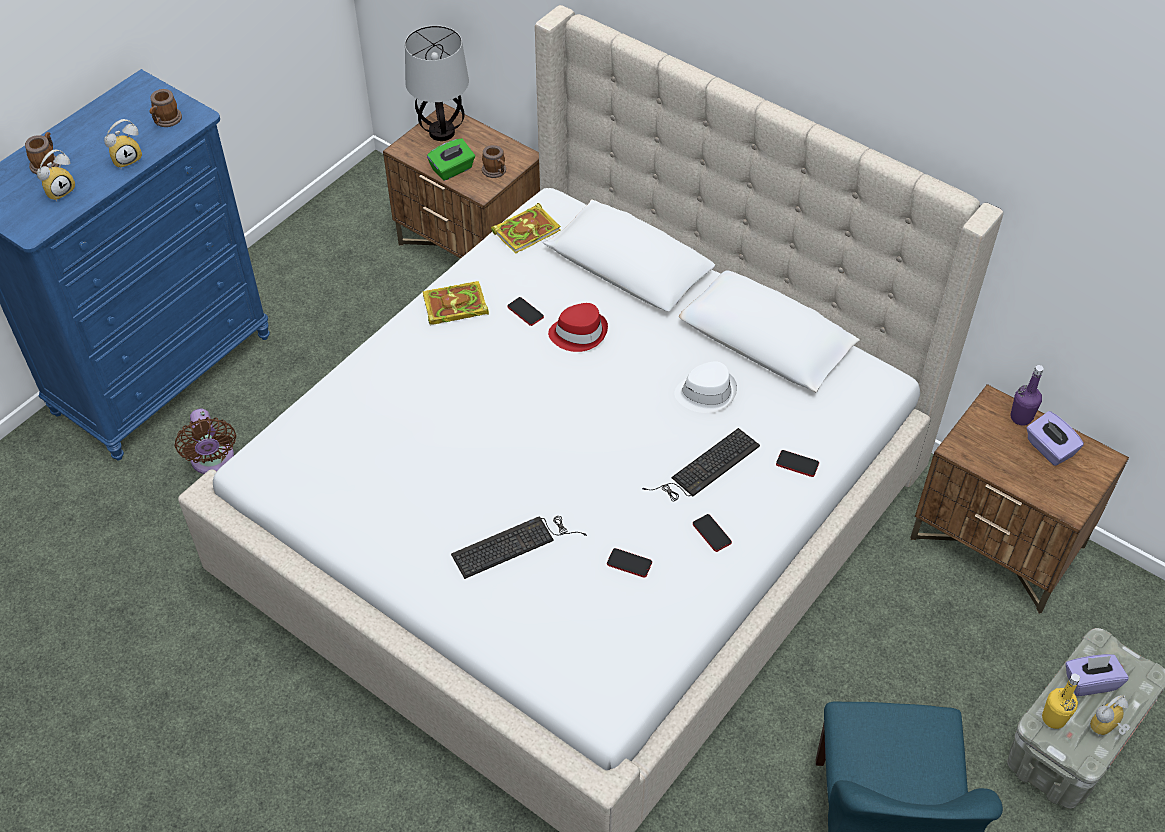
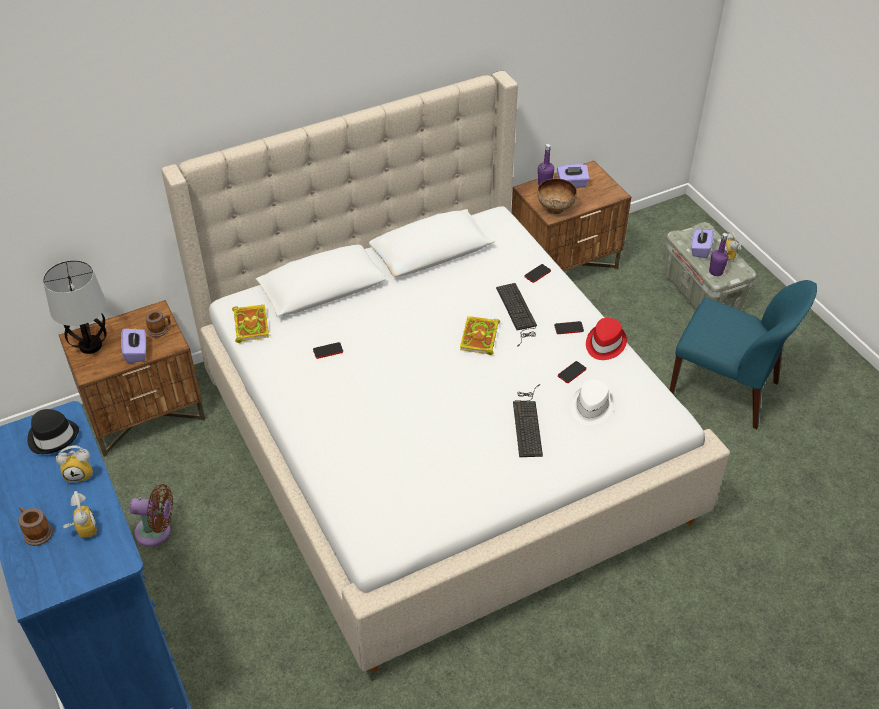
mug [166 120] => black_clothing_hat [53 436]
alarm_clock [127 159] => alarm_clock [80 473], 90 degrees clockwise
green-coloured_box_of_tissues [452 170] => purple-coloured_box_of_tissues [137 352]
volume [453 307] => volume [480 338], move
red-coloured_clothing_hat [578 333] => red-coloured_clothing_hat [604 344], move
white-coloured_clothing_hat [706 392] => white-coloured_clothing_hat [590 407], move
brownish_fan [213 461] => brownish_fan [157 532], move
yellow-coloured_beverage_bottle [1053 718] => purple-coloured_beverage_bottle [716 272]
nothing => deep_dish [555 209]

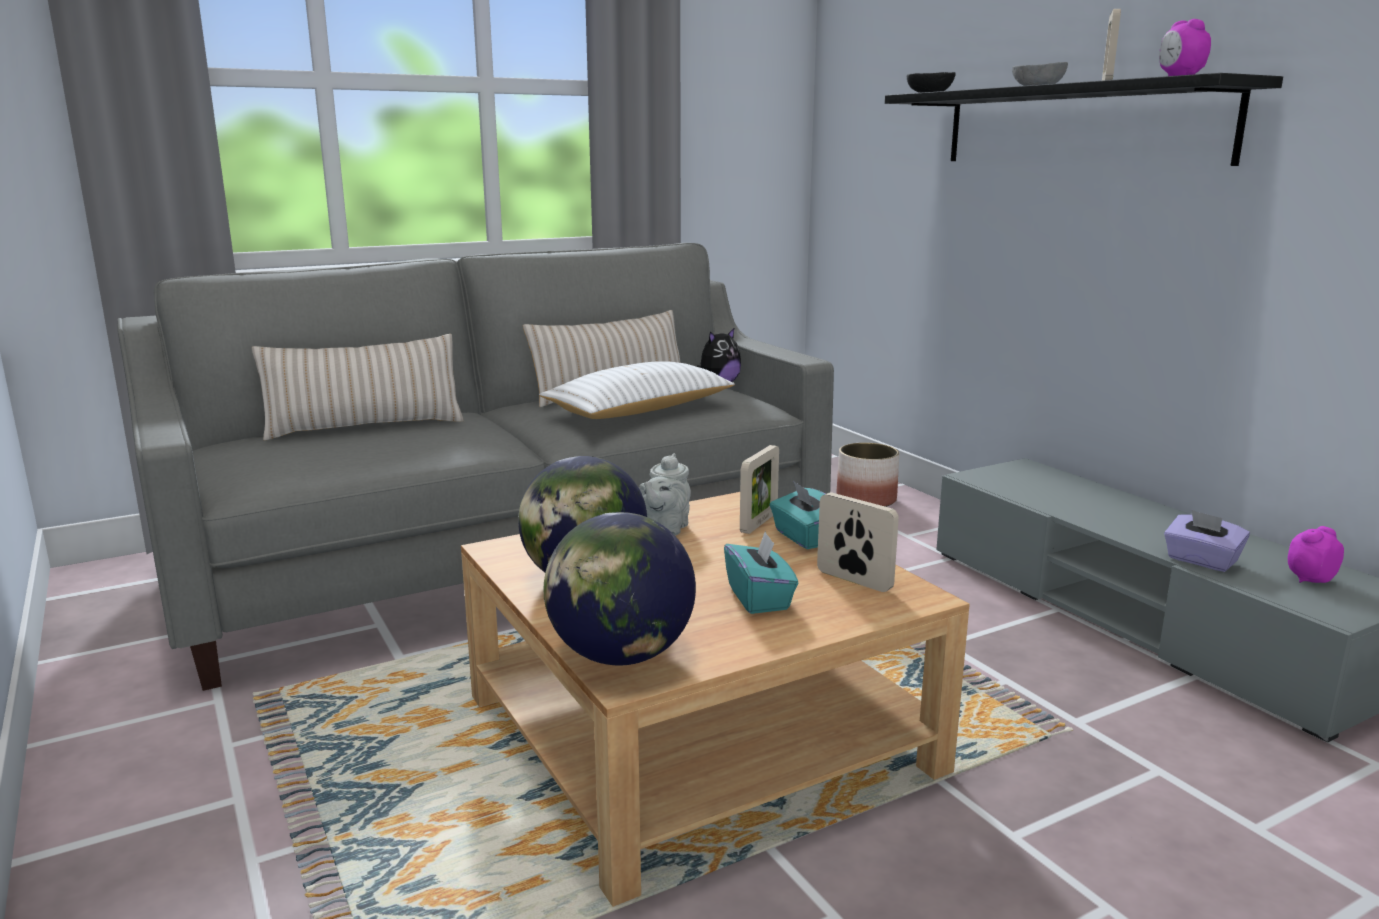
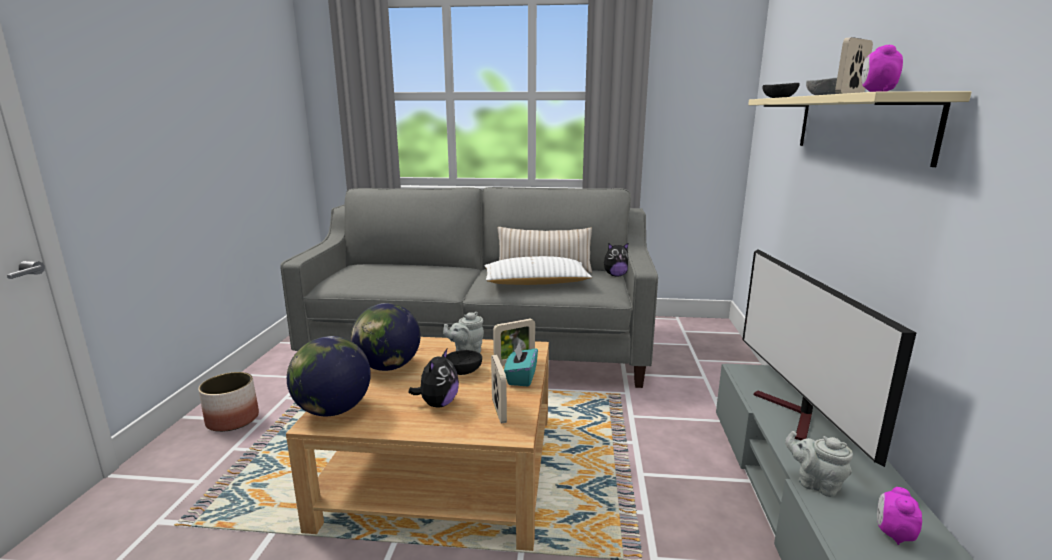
black_bracket_shelf [1078 126] => beige-coloured_bracket_shelf [858 125]
beige-coloured_pillow [365 427] => nothing
flower_pot [865 500] => flower_pot [233 419], move
purple-coloured_box_of_tissues [1201 561] => gray_teapot [815 484]
alarm_clock [1309 579] => alarm_clock [893 534], 75 degrees counterclockwise
turquoise_box_of_tissues [759 598] => soft_toy [438 404]
nothing => TV [794 416]
nothing => black_deep_dish [462 371]

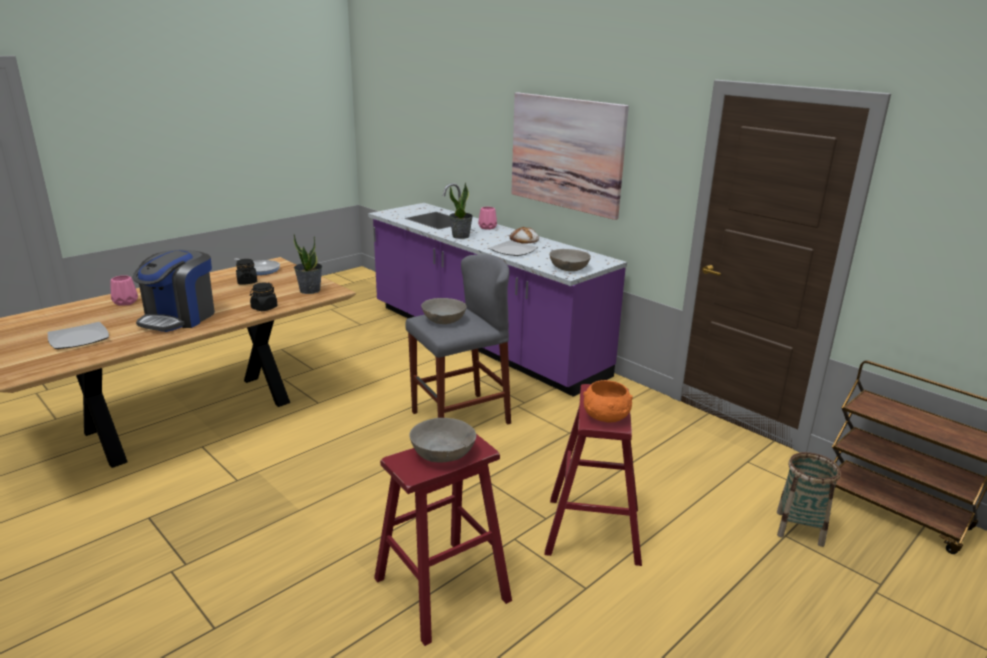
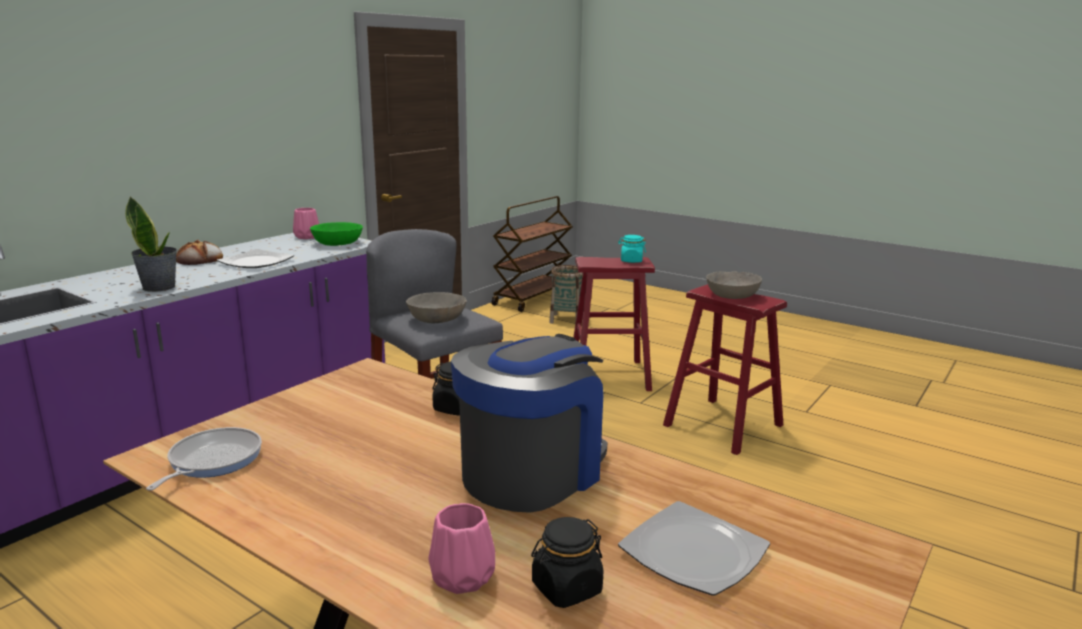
picture [566 153] => nothing
pink_flower_vase [488 227] => pink_flower_vase [307 237], move
houseplant [310 290] => nothing
gray_deep_dish [569 268] => green-coloured_deep_dish [337 243]
coffee_maker [179 318] => coffee_maker [532 472], 60 degrees counterclockwise
black_preserve_jar [247 282] => black_preserve_jar [566 588], move
orange-coloured_deep_dish [606 417] => turquoise_preserve_jar [631 261]

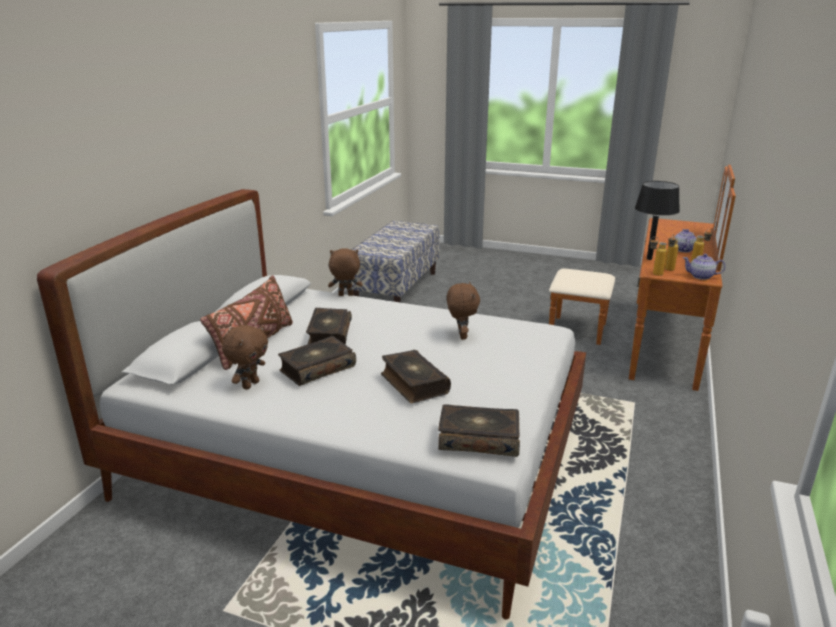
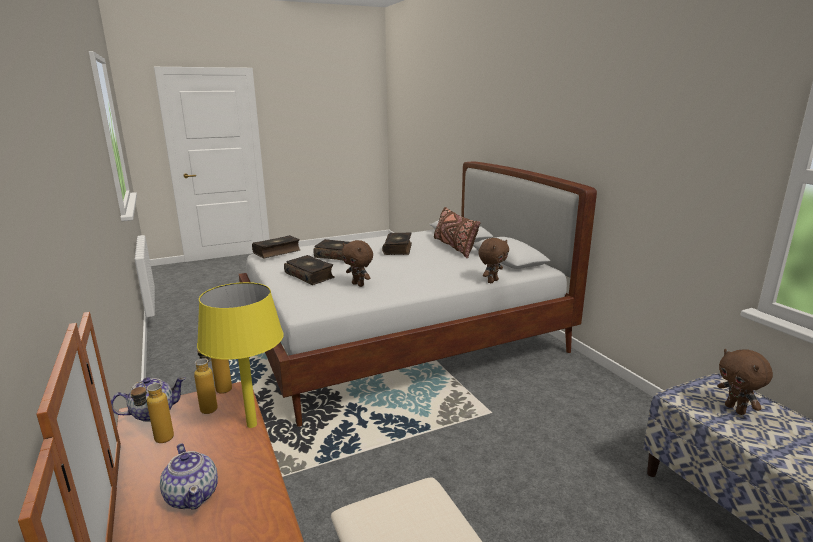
black_tabletop_lamp [649 259] => yellow-coloured_tabletop_lamp [251 424]
volume [328 335] => volume [310 276], move
brownish_soft_toy [250 384] => brownish_soft_toy [736 409], move

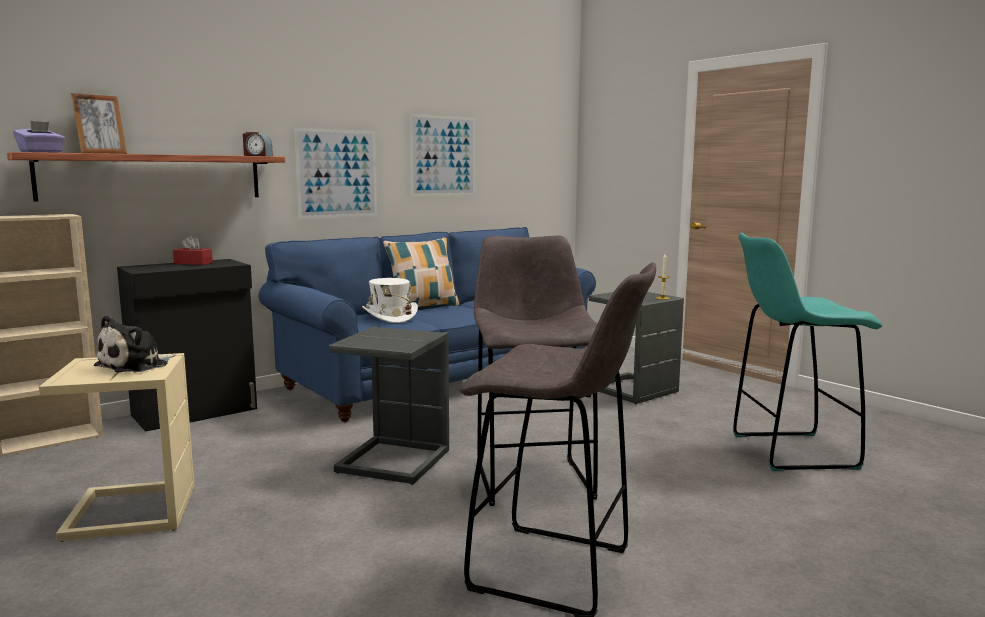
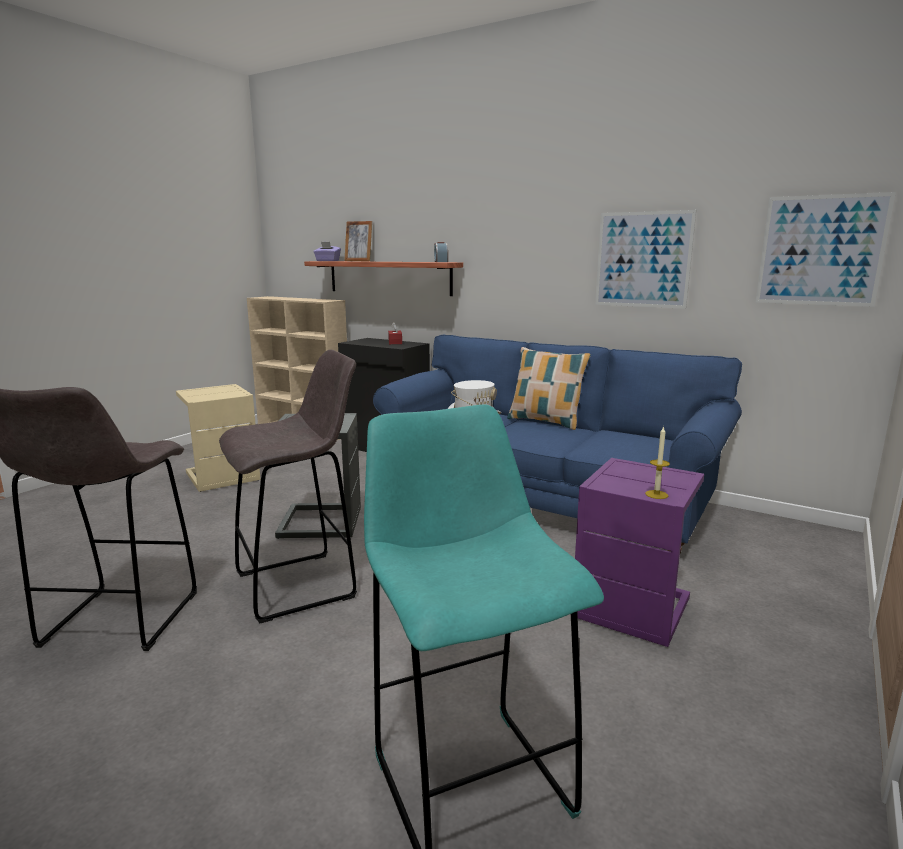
picture [337 174] => picture [820 250], move
gray_side_table [631 390] => purple-coloured_side_table [634 608]
soft_toy [136 365] => nothing

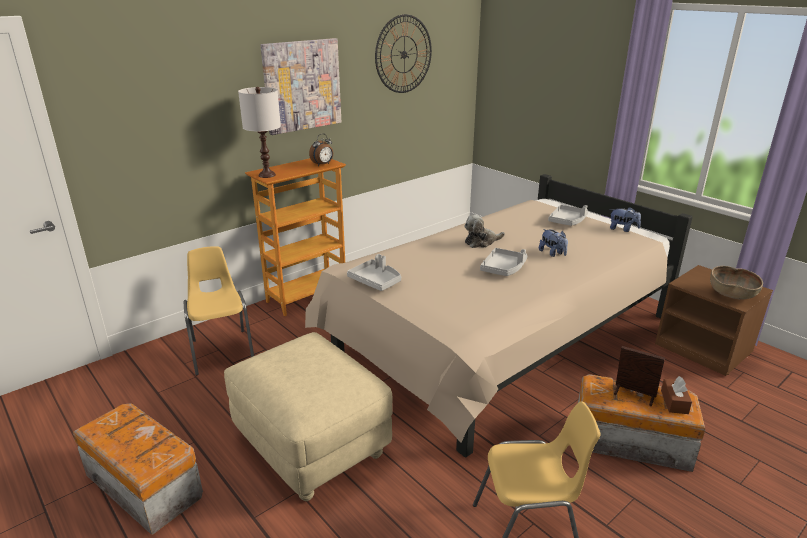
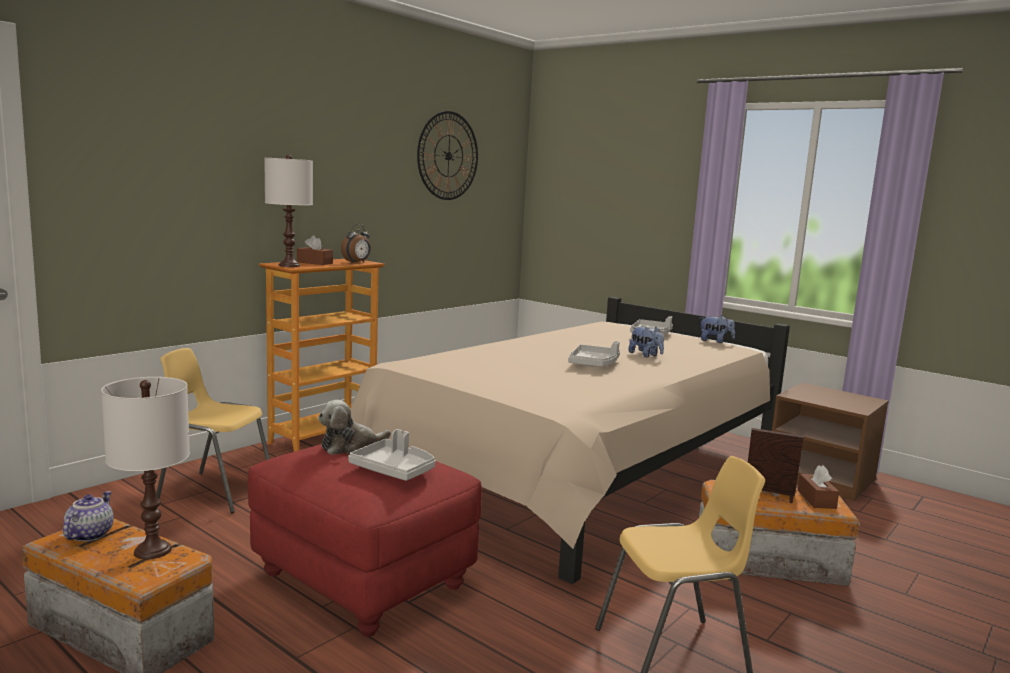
picture [302 85] => nothing
soft_toy [481 242] => soft_toy [350 446], move
yellow-coloured_upright_chair [222 351] => yellow-coloured_upright_chair [215 491], 45 degrees counterclockwise
gray_serving_tray [376 281] => gray_serving_tray [394 470], move
brownish_deep_dish [731 295] => nothing
beige-coloured_pouffe [312 445] => red-coloured_pouffe [364 580]
nothing => brownish_box_of_tissues [314 263]
nothing => white-coloured_tabletop_lamp [153 550]
nothing => teapot [89 534]

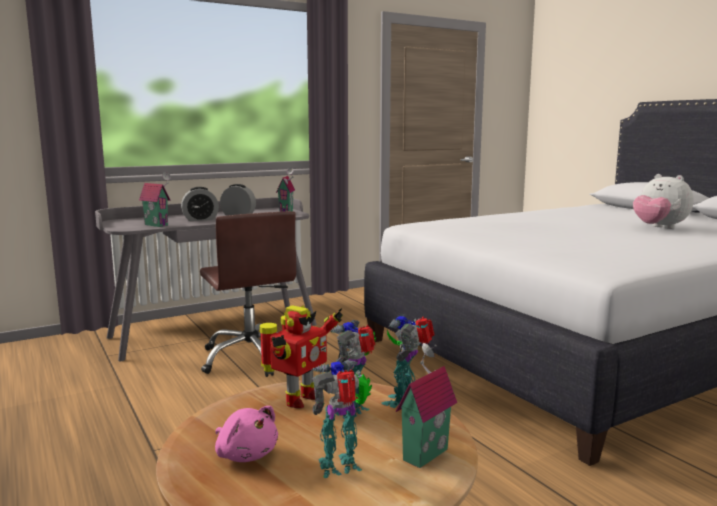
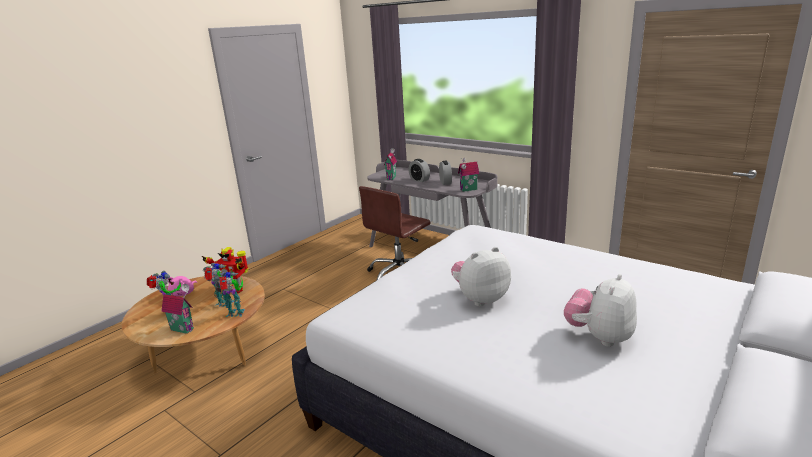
nothing => soft_toy [480 299]

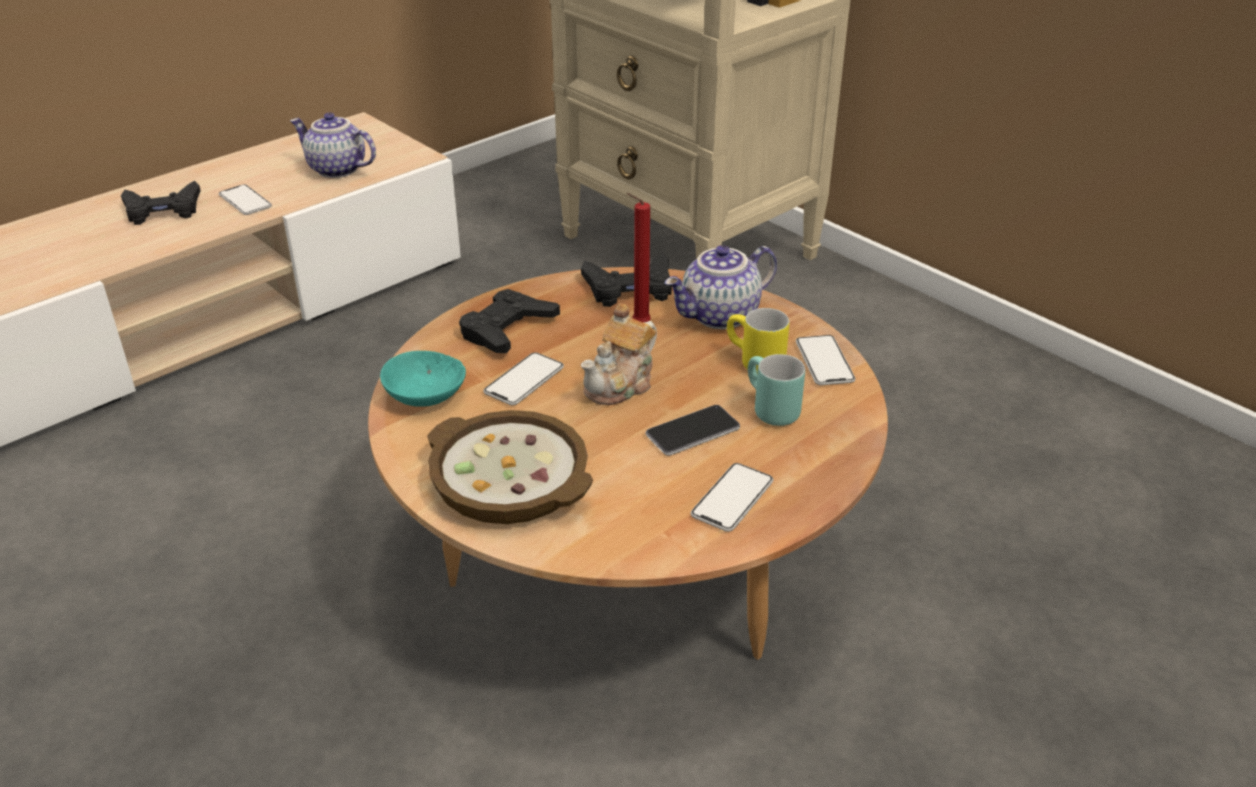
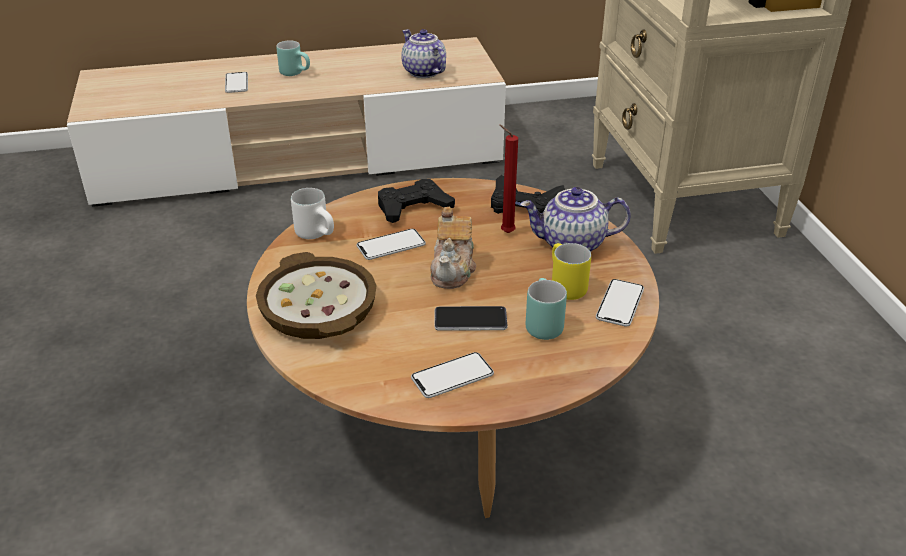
black_joypad [163 210] => turquoise_mug [296 73]
phone [245 201] => phone [236 83], move
teapot [621 384] => teapot [453 270], 60 degrees counterclockwise
turquoise_deep_dish [422 396] => white-coloured_mug [318 234]

